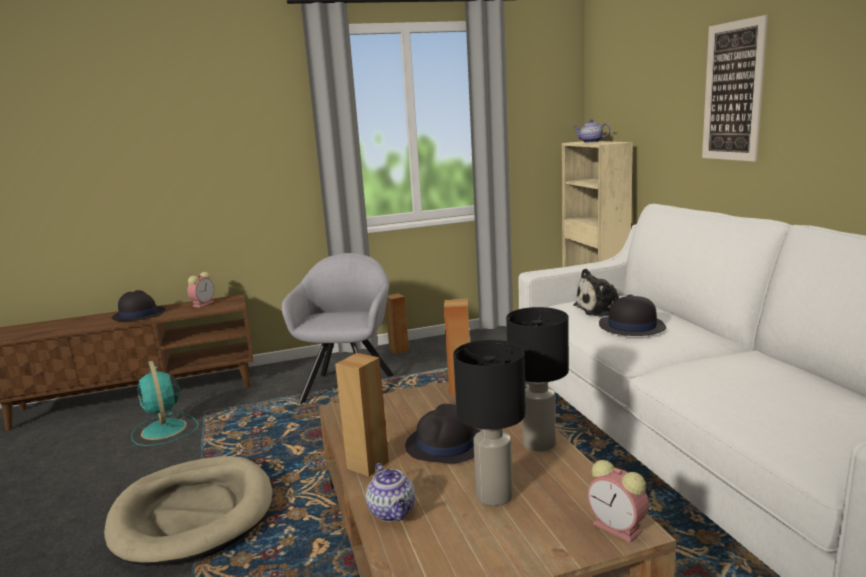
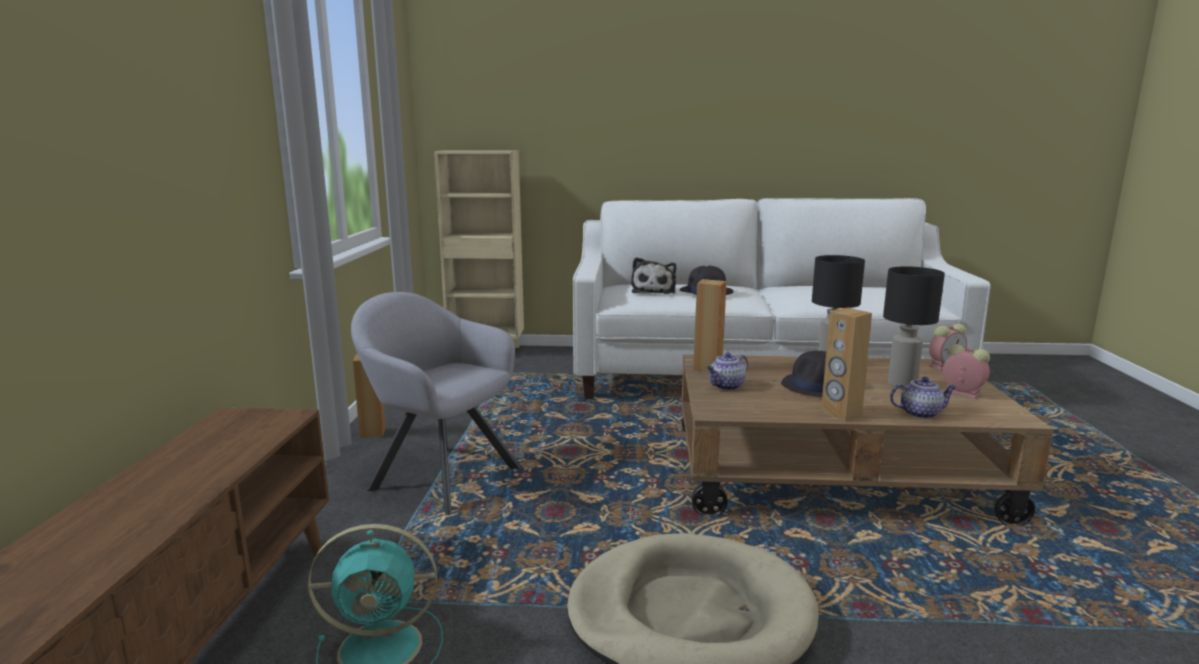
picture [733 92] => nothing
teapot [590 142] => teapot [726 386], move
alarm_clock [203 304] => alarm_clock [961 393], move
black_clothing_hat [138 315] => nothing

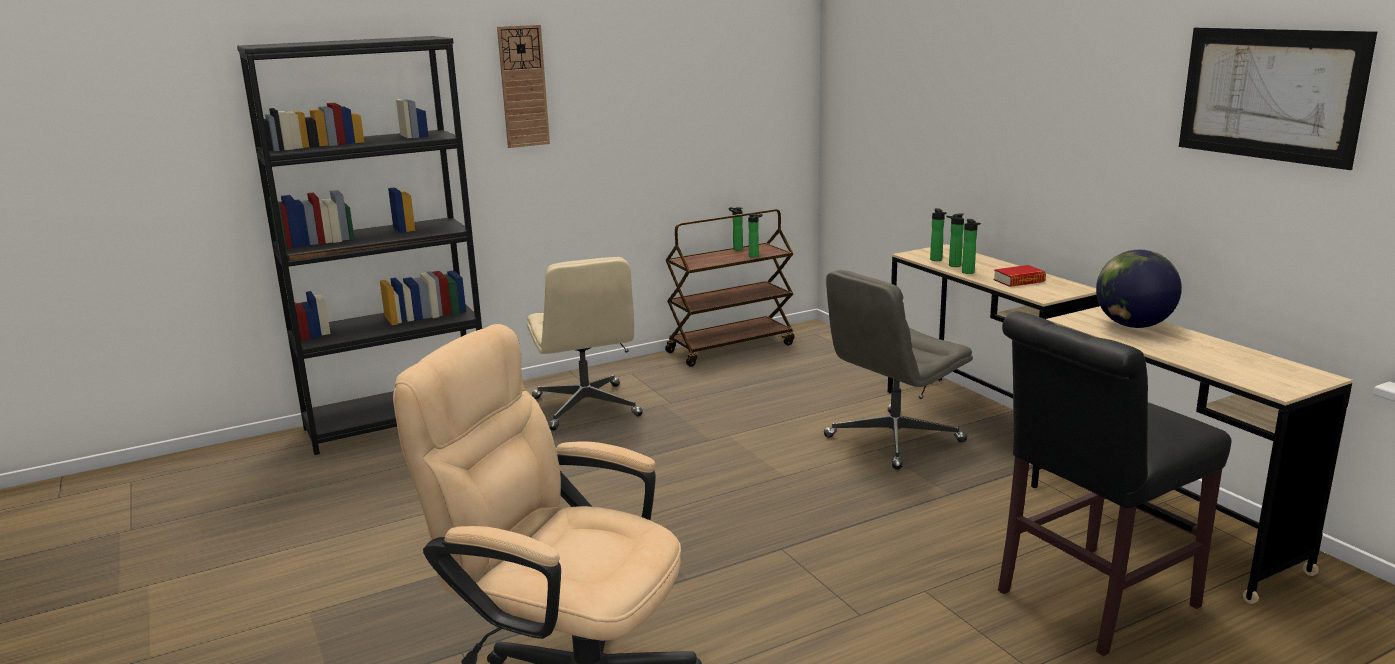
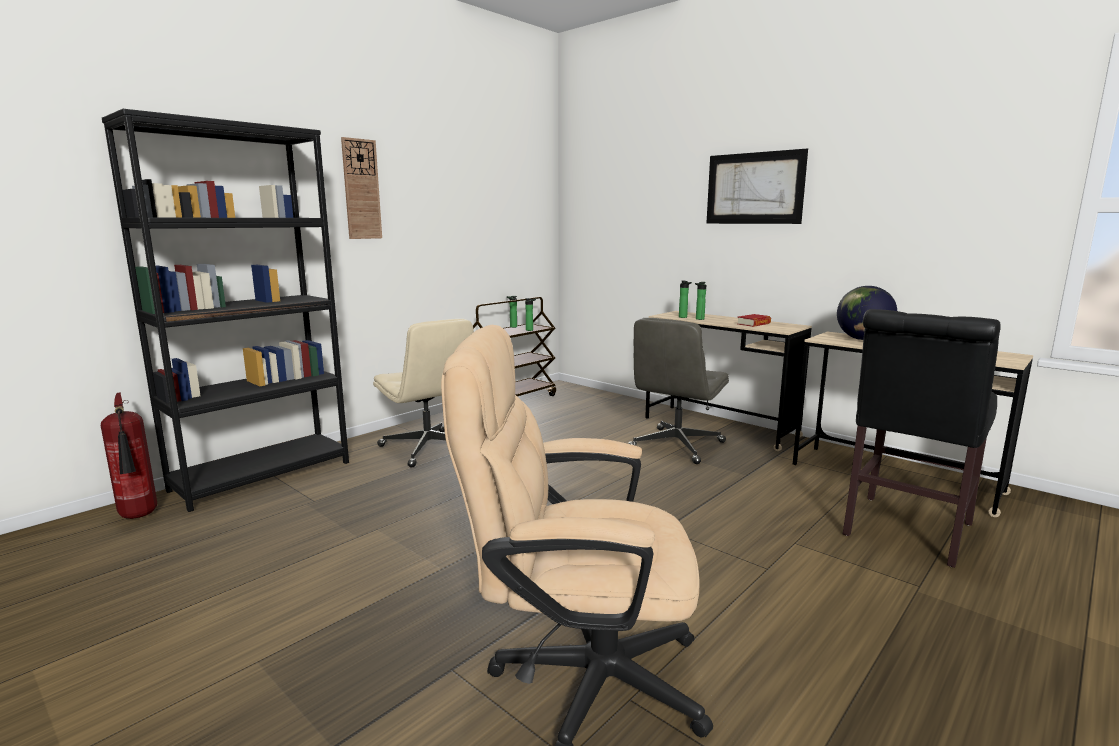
picture [1269 94] => picture [754 188], move
beverage_bottle [969 273] => nothing
nothing => fire-fighting_cylinder [139 516]

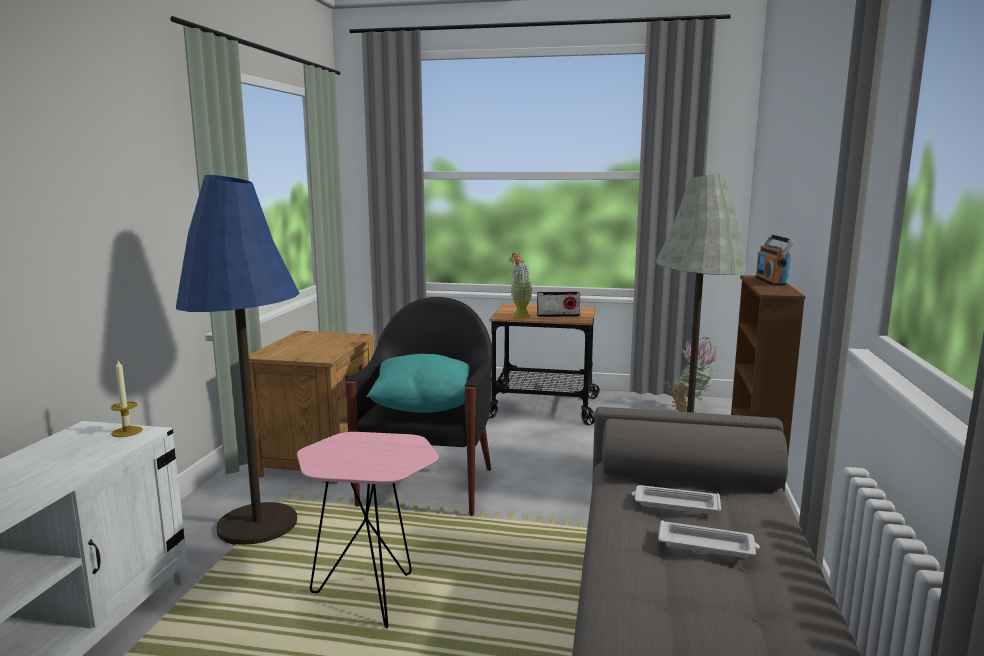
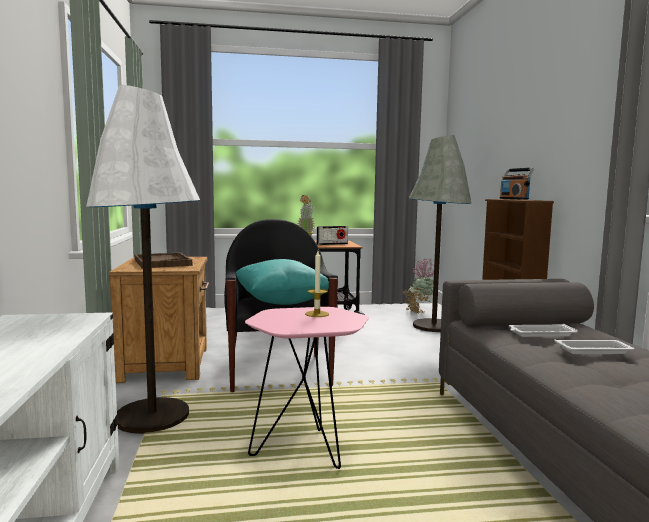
blue-coloured_floor_lamp [257 525] => white-coloured_floor_lamp [152 416]
wax_light [127 431] => wax_light [317 314], move
nothing => brownish_serving_tray [162 262]

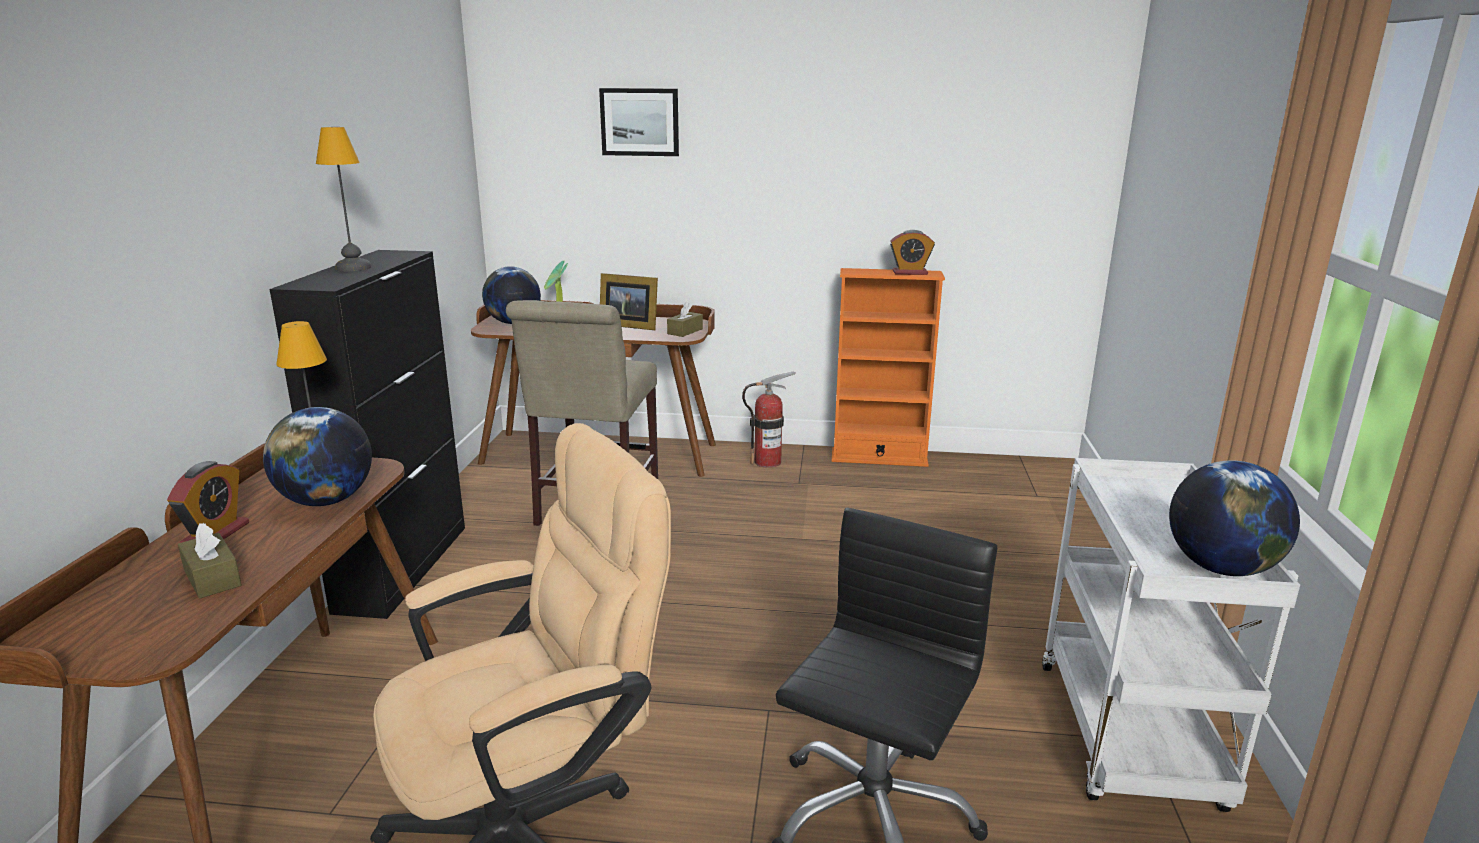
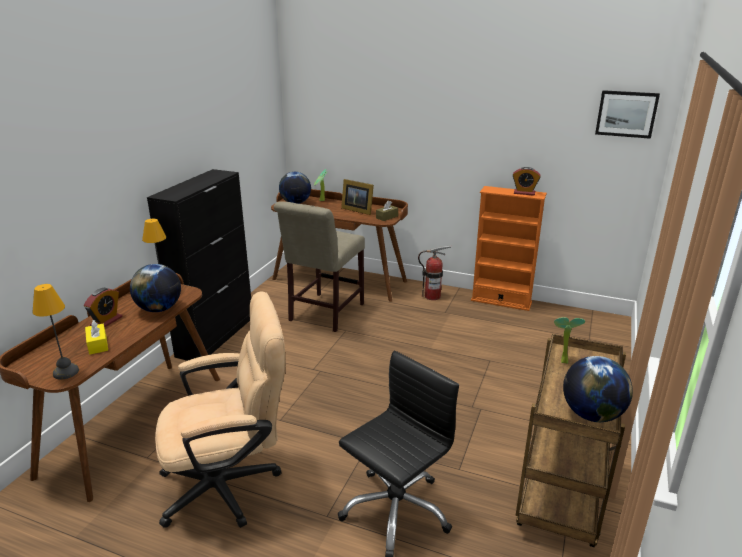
picture [640 122] => picture [626 114], move
tabletop_lamp [353 268] => tabletop_lamp [65 373], move
white-coloured_cart [1130 738] => brownish_cart [561 496]
brownish_box_of_tissues [212 578] => yellow-coloured_box_of_tissues [98 344]
nothing => houseplant [562 360]

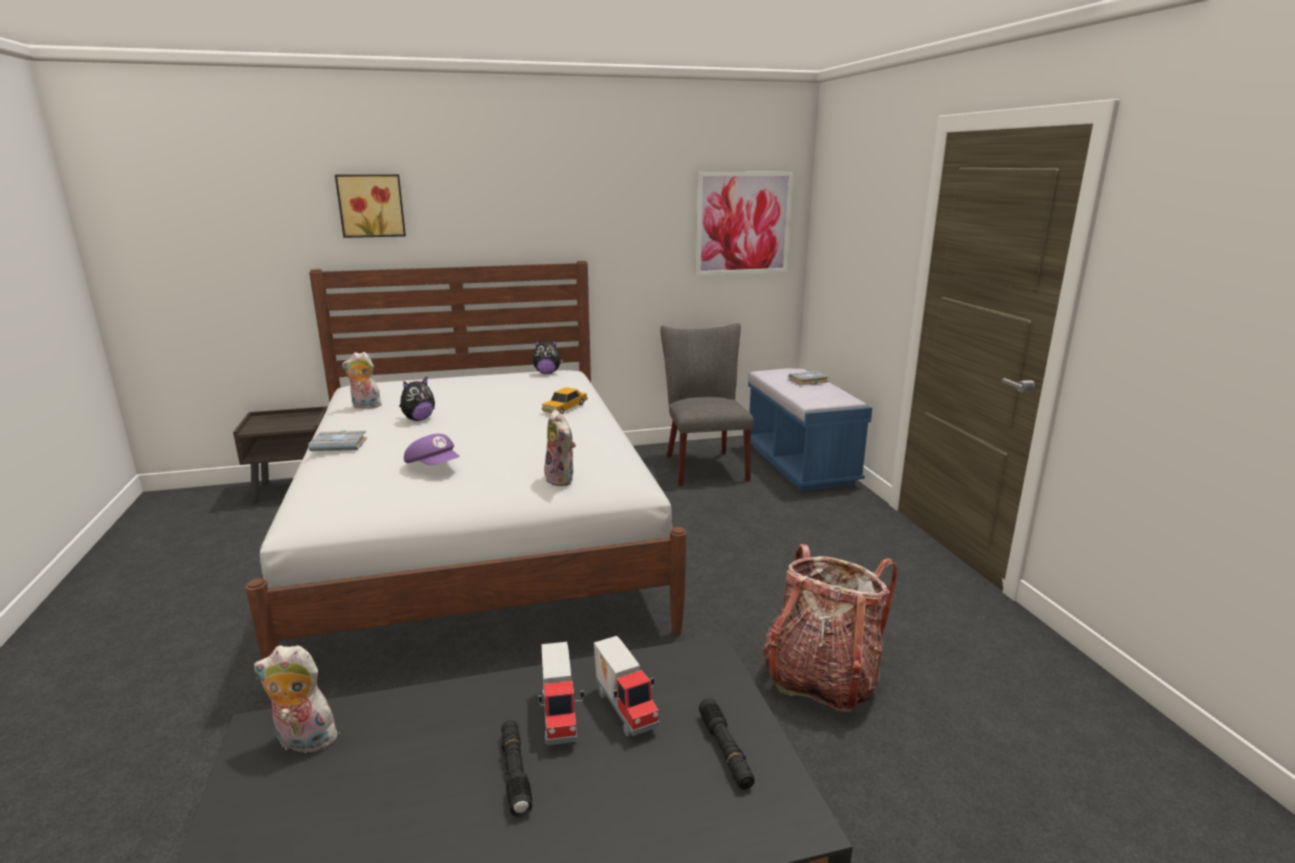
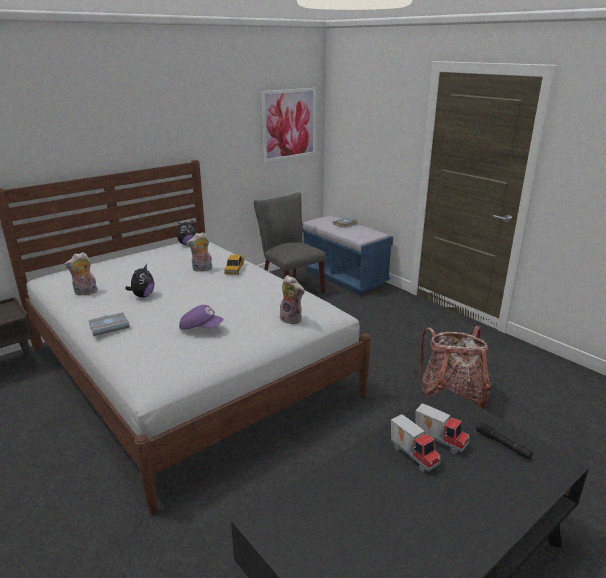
picture [371 205] => nothing
soft_toy [303 742] => soft_toy [202 269], move
black_torch [515 773] => nothing

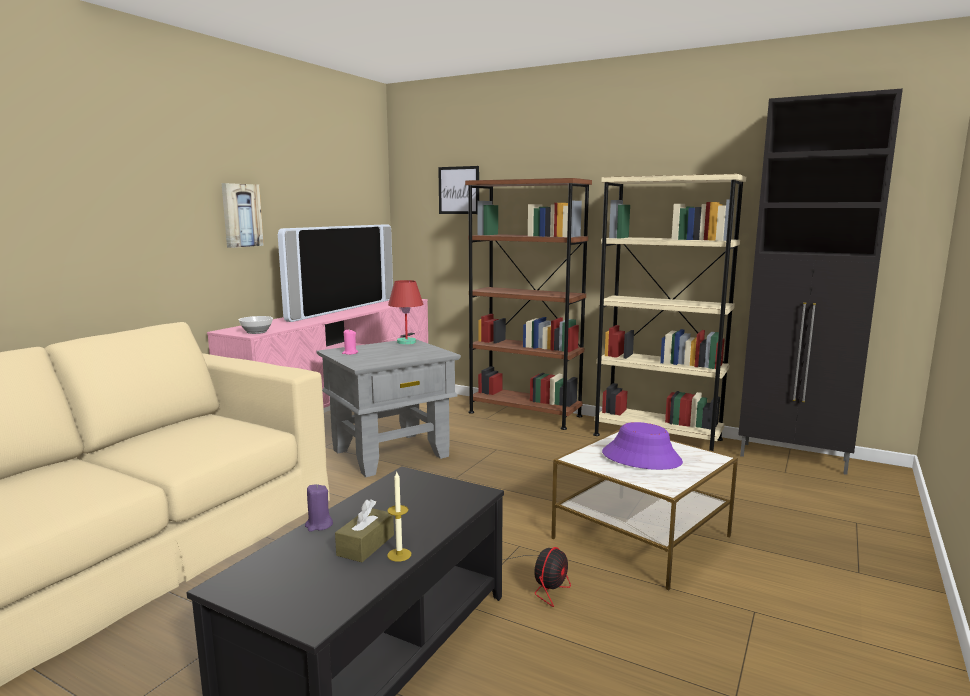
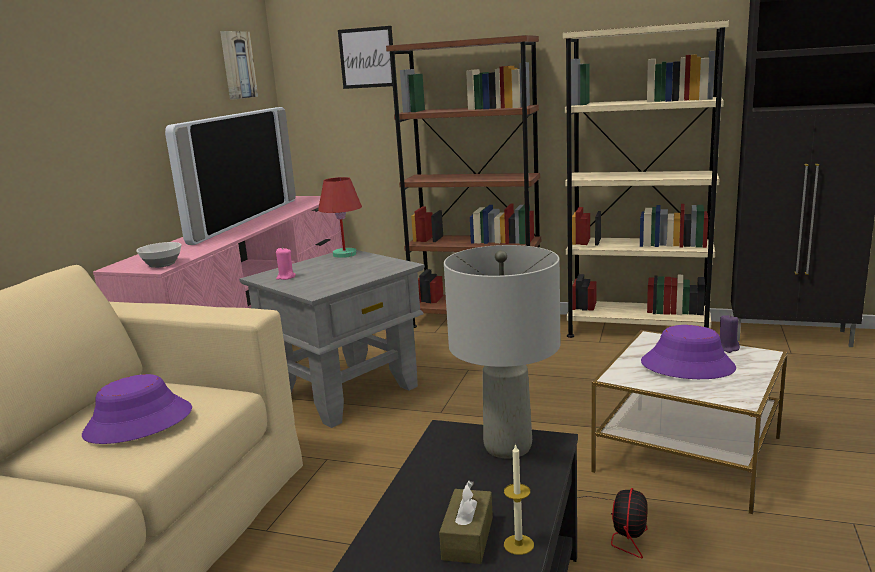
picture [241 215] => picture [237 65], move
purple-coloured_wax_light [318 525] => purple-coloured_wax_light [727 348], move
nothing => gray_tabletop_lamp [507 446]
nothing => purple-coloured_clothing_hat [138 423]

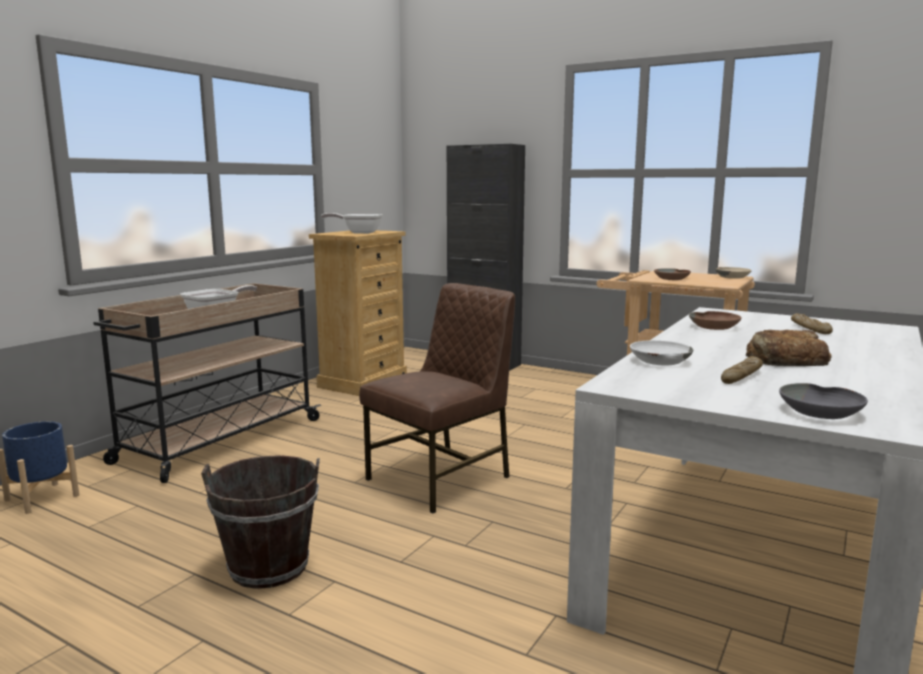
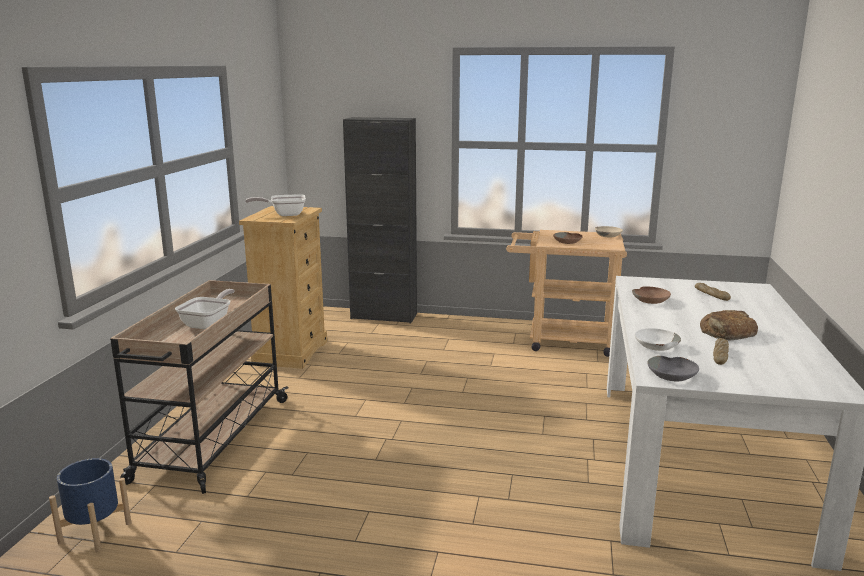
brownish_upright_chair [442 478] => nothing
gray_deep_dish [822 412] => gray_deep_dish [673 375], move
brownish_bucket [269 567] => nothing

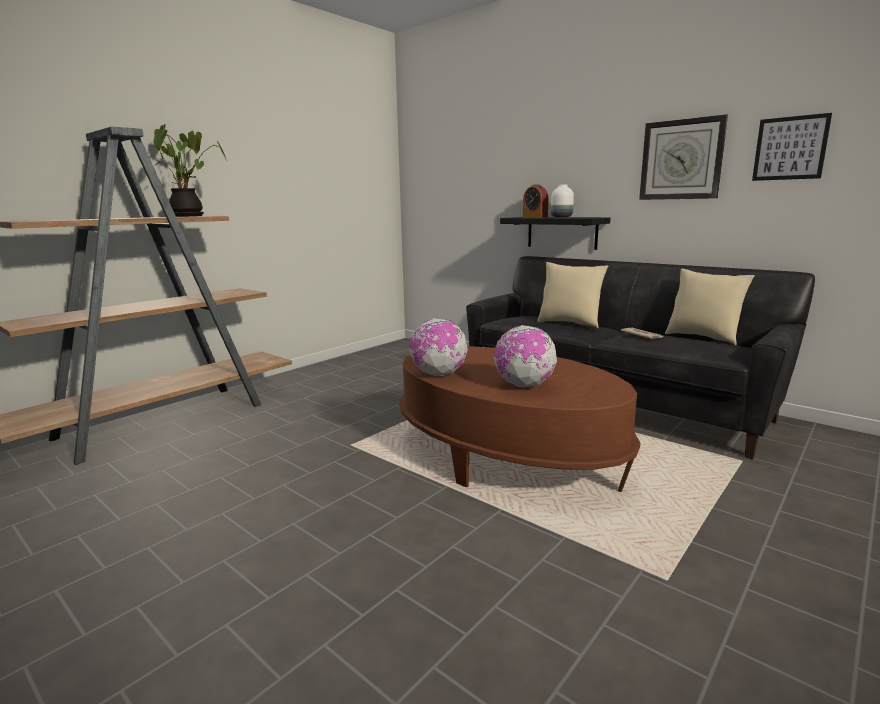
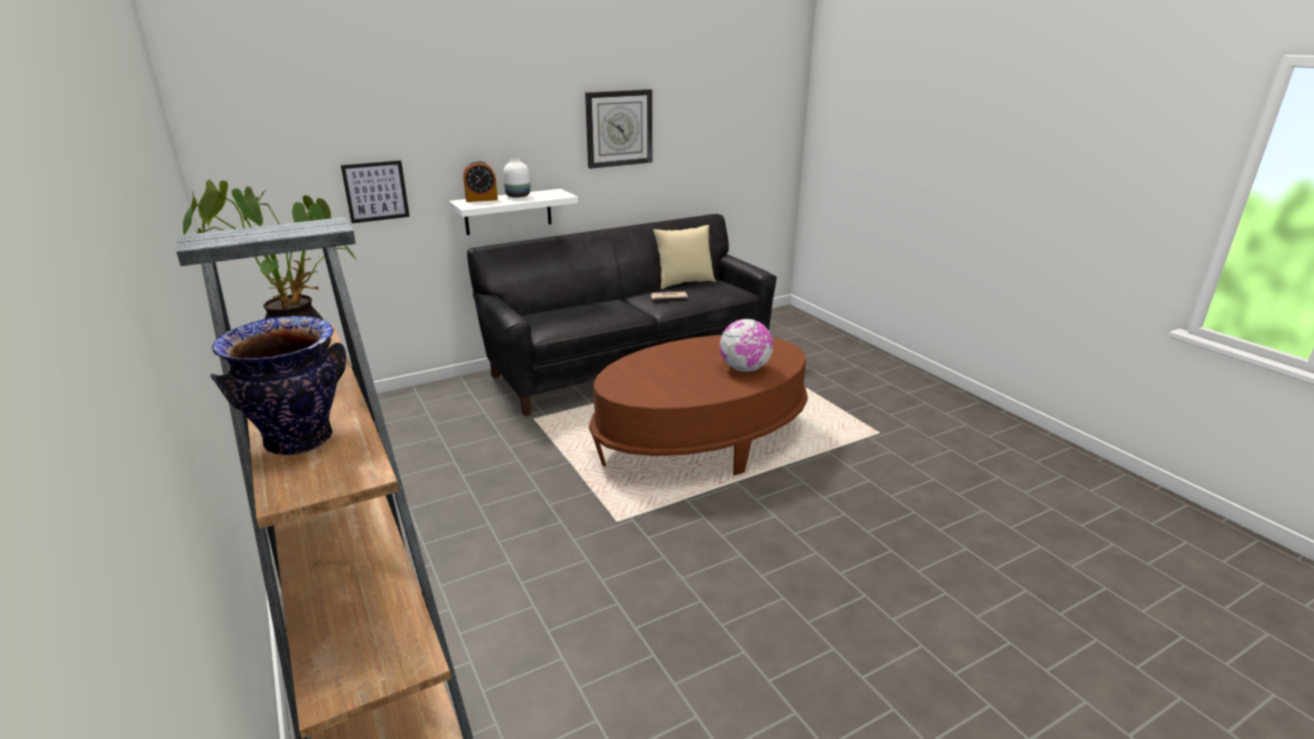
picture [790 148] => picture [376 191], move
black_bracket_shelf [562 232] => white-coloured_bracket_shelf [508 212]
beige-coloured_pillow [569 323] => nothing
world_globe [438 374] => nothing
nothing => flower_vase [300 441]

